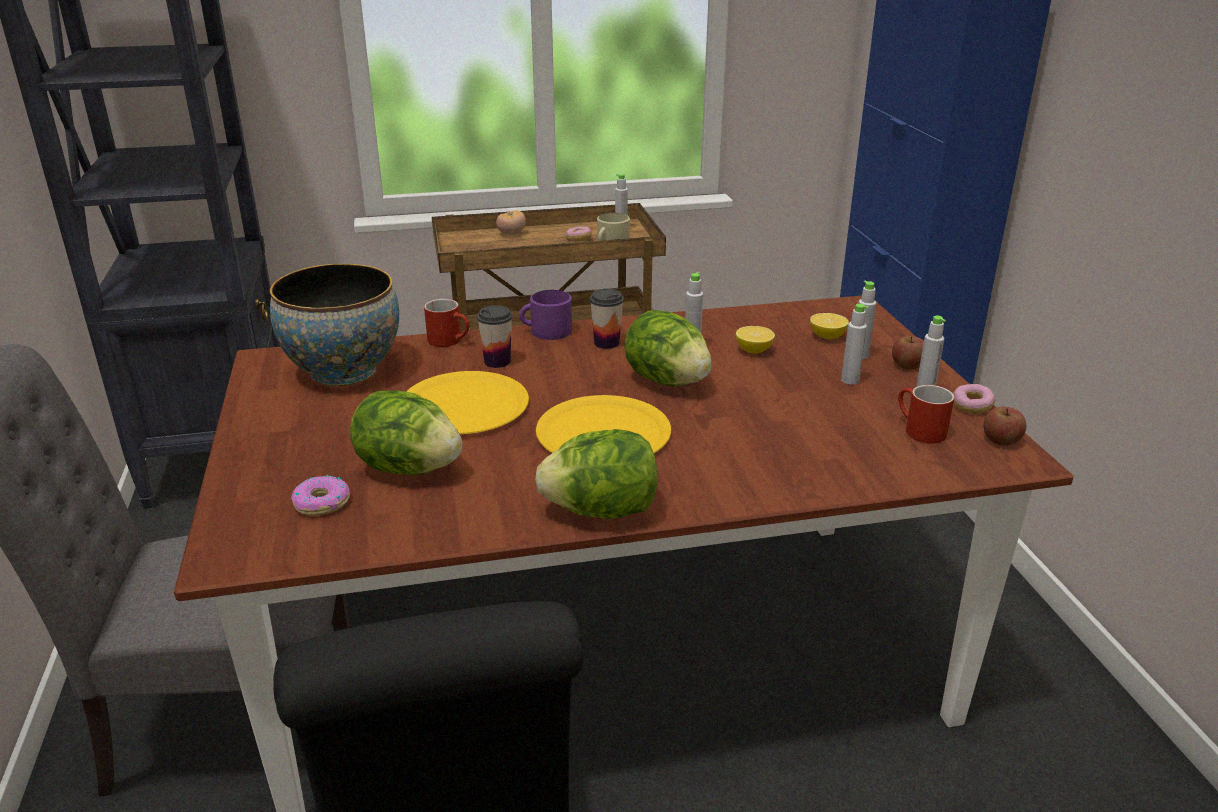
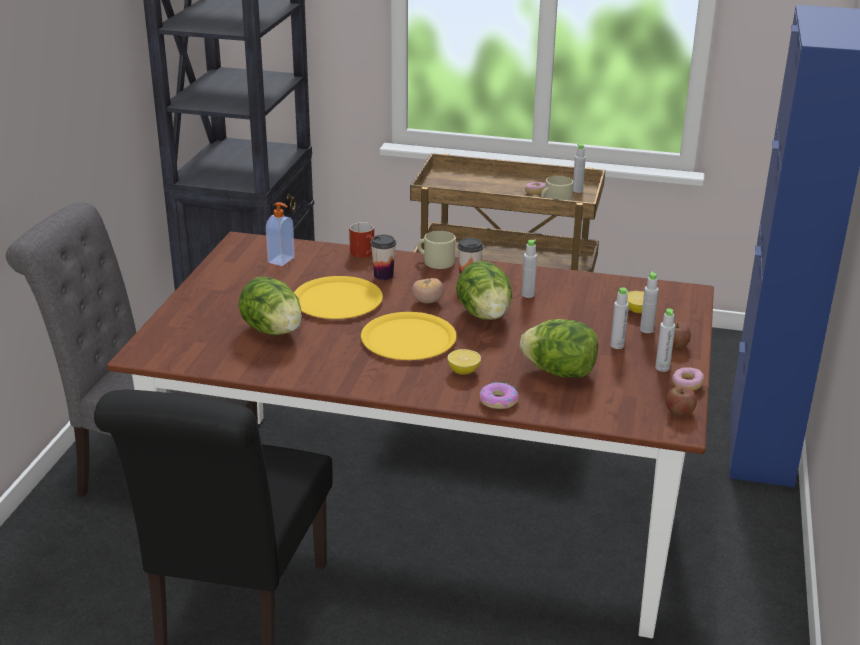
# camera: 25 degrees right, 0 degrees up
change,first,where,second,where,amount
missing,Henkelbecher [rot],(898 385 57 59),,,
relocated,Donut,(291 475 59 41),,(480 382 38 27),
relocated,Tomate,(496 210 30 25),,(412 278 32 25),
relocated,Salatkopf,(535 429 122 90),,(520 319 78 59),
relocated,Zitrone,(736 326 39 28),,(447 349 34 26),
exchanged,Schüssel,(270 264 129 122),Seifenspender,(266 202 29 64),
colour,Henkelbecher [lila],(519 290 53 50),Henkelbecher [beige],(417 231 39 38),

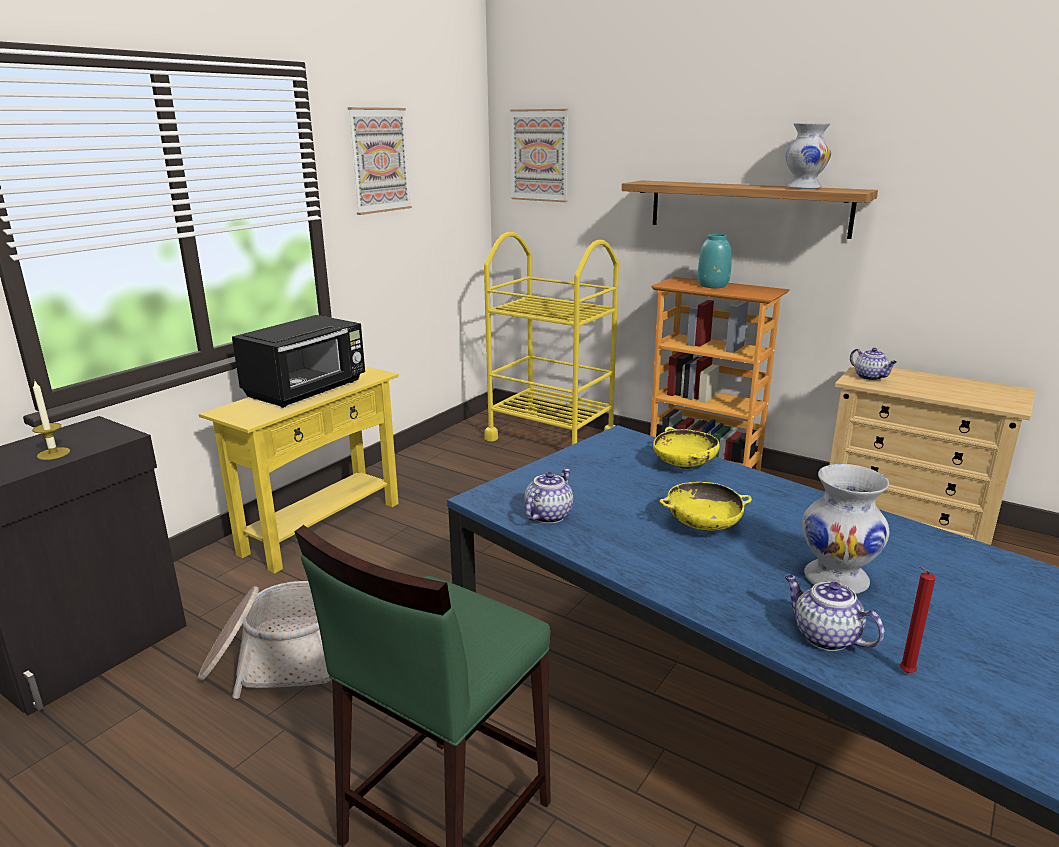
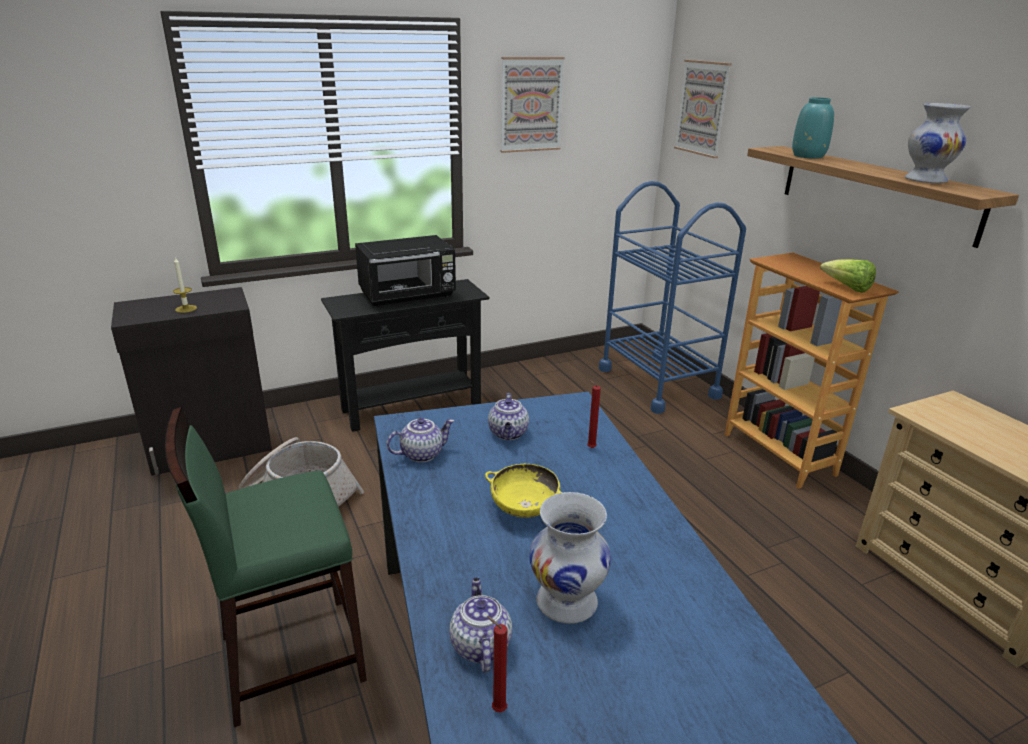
# camera: 30 degrees right, 5 degrees up
change,first,where,second,where,amount
appeared,,,Salatkopf,(820 259 56 34),
relocated,Vase [türkis],(698 234 34 54),,(792 97 42 62),
relocated,Teekanne,(850 348 47 33),,(488 393 41 47),
exchanged,Schüssel [gelb],(653 427 67 42),Kerze [rot],(587 380 14 68),
colour,Konsolentisch [gelb],(199 366 200 208),Konsolentisch [schwarz],(321 279 168 153),
colour,Rollwagen [gelb],(484 232 135 213),Rollwagen [blau],(599 181 147 233),

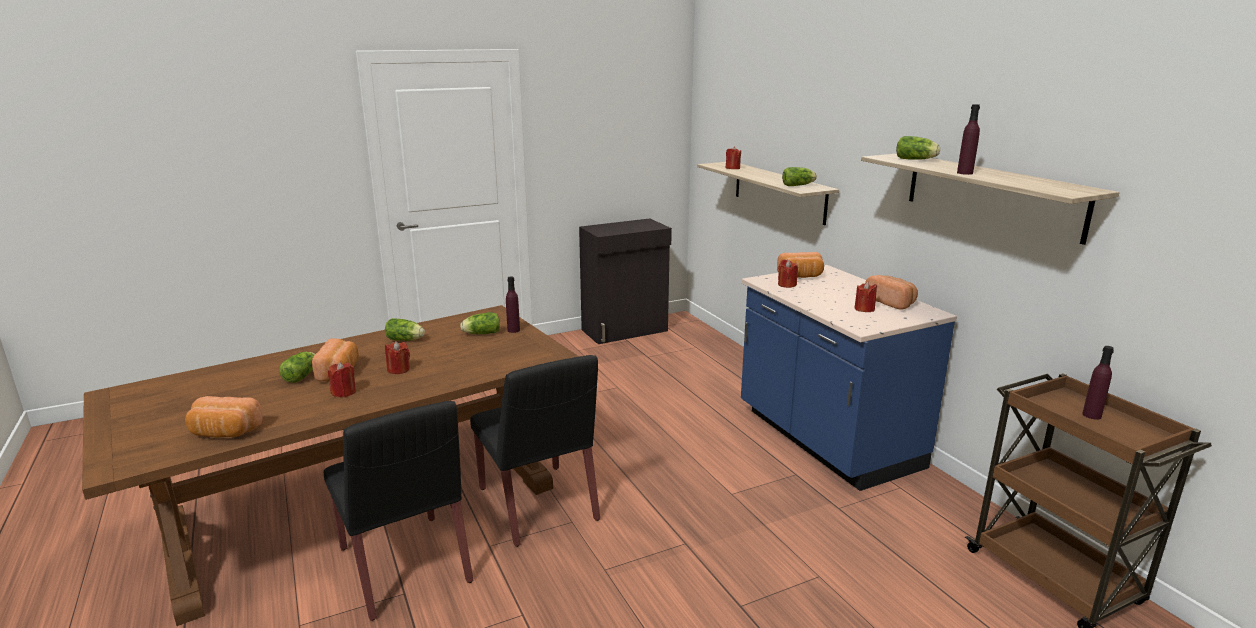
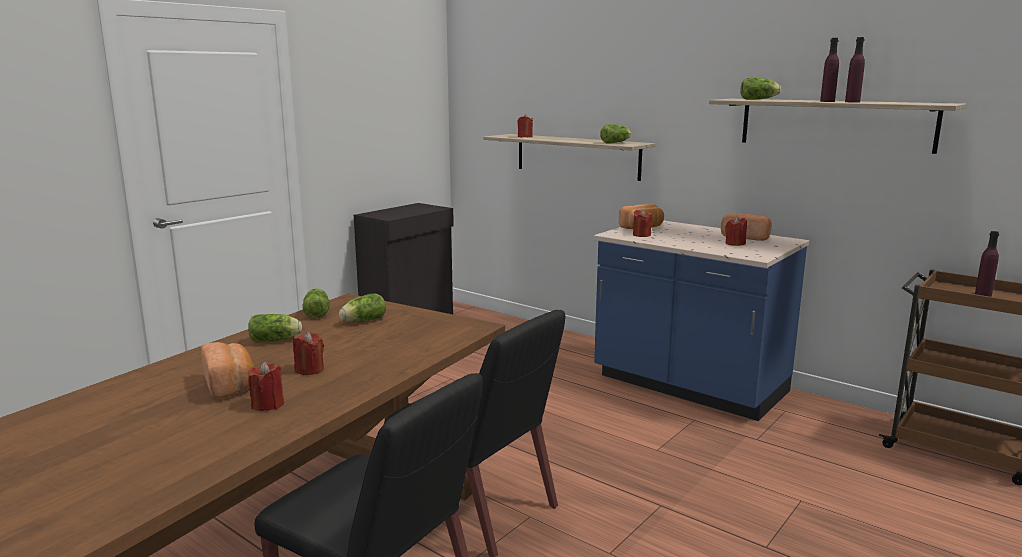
# camera: 25 degrees left, 5 degrees down
change,first,where,second,where,amount
missing,Brot,(185 396 78 42),,,
relocated,Salatkopf,(279 352 36 31),,(302 288 28 31),
relocated,Flasche [lila],(506 276 14 57),,(845 37 20 65),

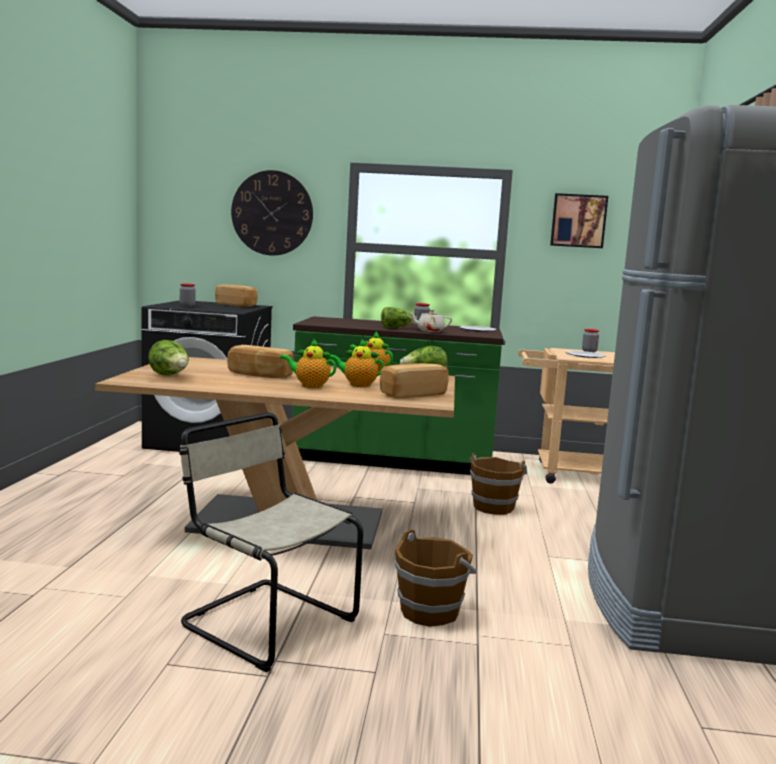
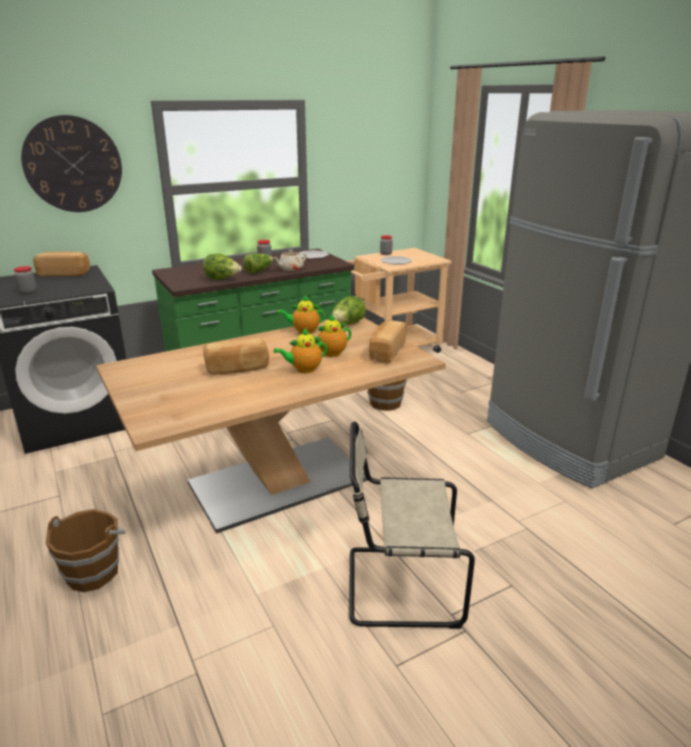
# camera: 35 degrees left, 15 degrees up
change,first,where,second,where,amount
missing,Bild,(550 193 58 55),,,
relocated,Salatkopf,(148 340 41 35),,(203 253 39 27),
relocated,Eimer [braun],(395 530 82 97),,(46 509 80 83),

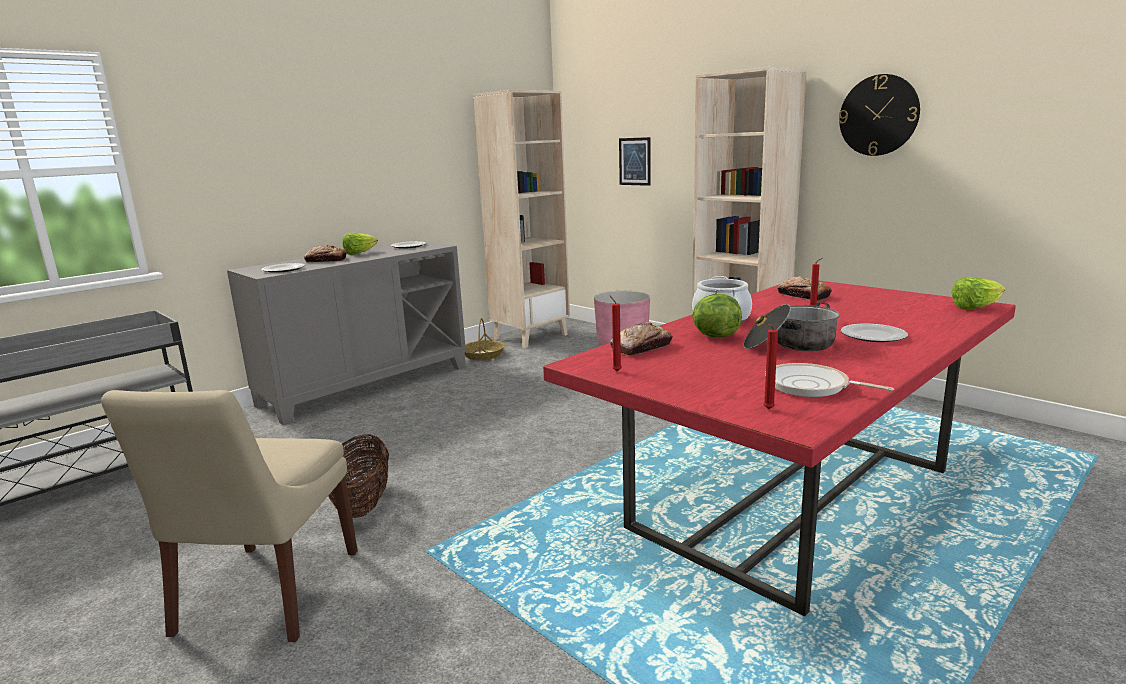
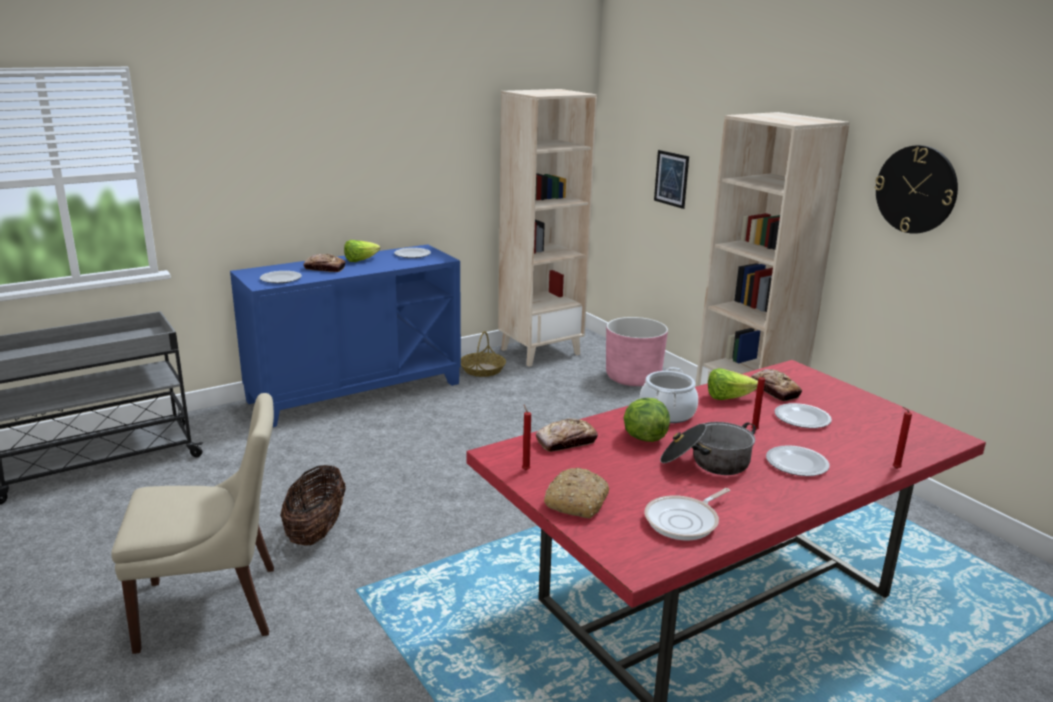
# camera: 10 degrees right, 5 degrees up
change,first,where,second,where,amount
appeared,,,Brot,(544 468 65 51),
appeared,,,Teller,(775 403 57 25),
relocated,Kerze [rot],(763 323 15 86),,(893 407 19 62),
relocated,Salatkopf,(951 277 54 32),,(708 368 50 32),
colour,Schrank [grau],(227 240 239 185),Schrank [blau],(230 244 231 183),
spun,Stuhl [beige],(101 390 257 252),,(111 393 163 261),120 degrees counterclockwise
spun,Pfanne,(765 363 129 34),,(644 488 86 52),90 degrees counterclockwise

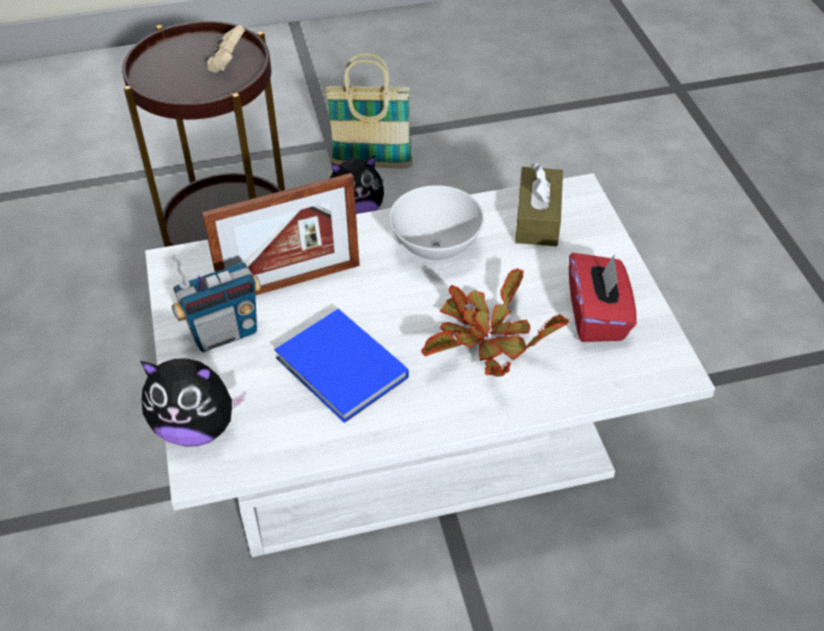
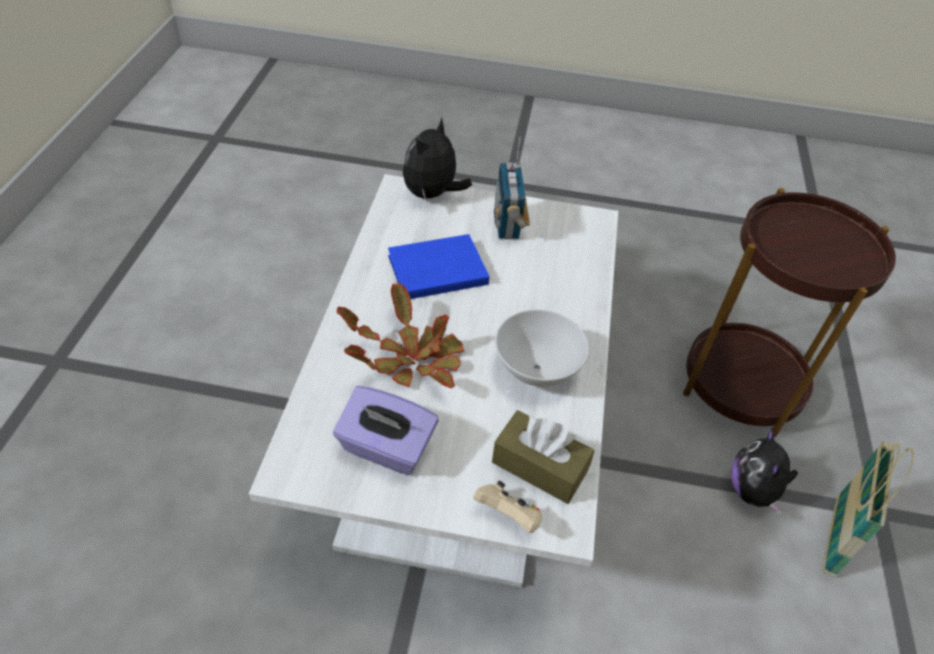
# camera: 110 degrees right, 0 degrees up
change,first,where,second,where,amount
missing,Bilderrahmen,(202 173 158 122),,,
relocated,Gamepad [beige],(205 25 40 48),,(474 481 68 52),
colour,Taschentuchbox [rot],(569 253 68 89),Taschentuchbox [lila],(333 386 105 89),

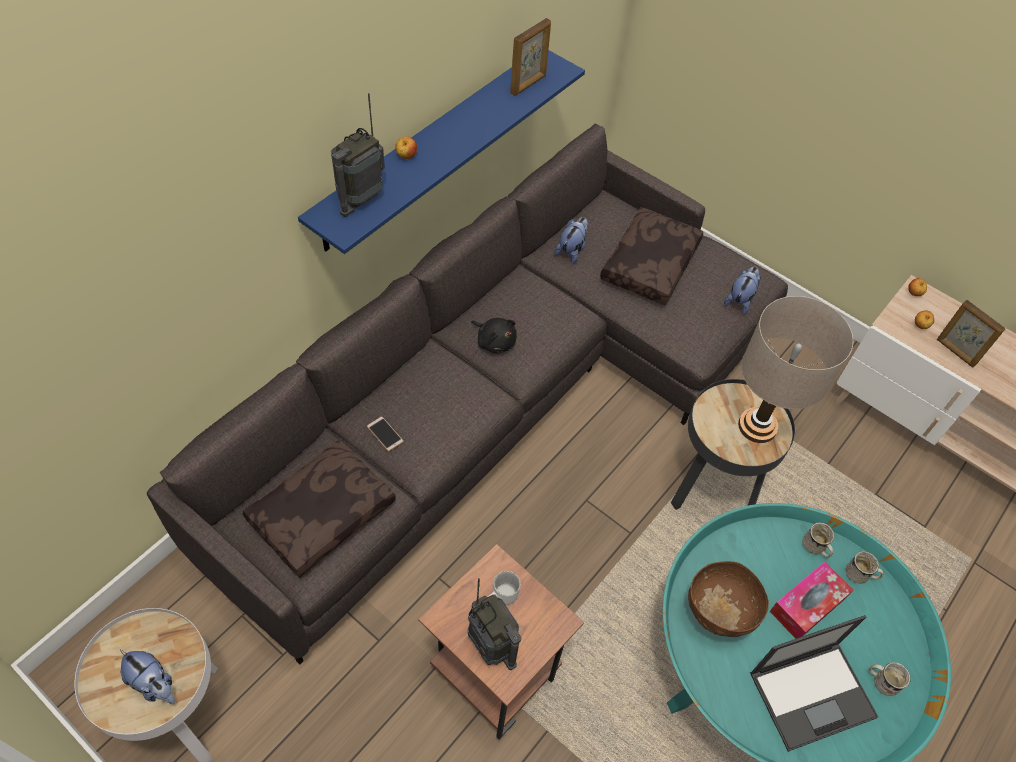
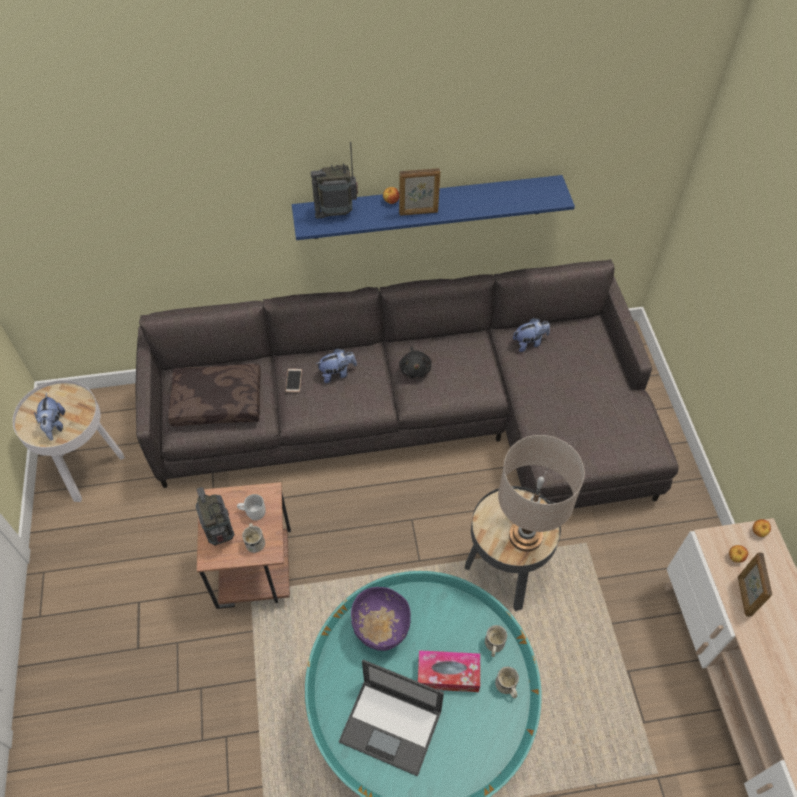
# camera: 45 degrees right, 0 degrees up
change,first,where,second,where,amount
missing,Kissen [braun],(600 207 103 98),,,
relocated,Bilderrahmen,(510 18 41 78),,(399 168 41 48),
relocated,Plüschtier,(724 267 37 48),,(316 348 41 35),
relocated,Henkelbecher [weiß],(869 662 42 34),,(242 523 23 30),
colour,Schüssel [braun],(688 561 81 76),Schüssel [lila],(351 587 60 64),
spun,Radio,(468 578 53 92),,(196 487 38 59),150 degrees clockwise

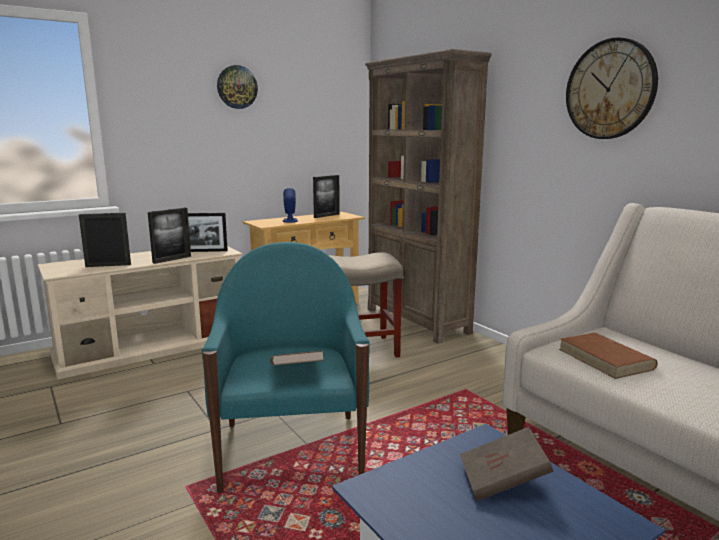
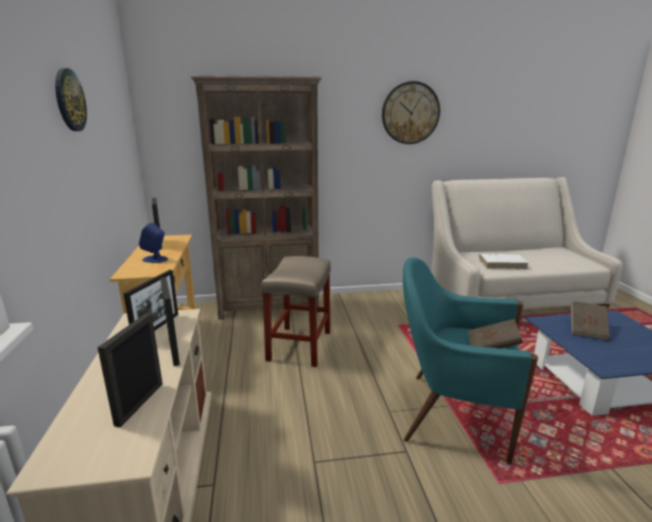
# camera: 65 degrees left, 5 degrees up
change,first,where,second,where,amount
colour,Buch [braun],(559 333 99 46),Buch [weiß],(479 254 49 15),

